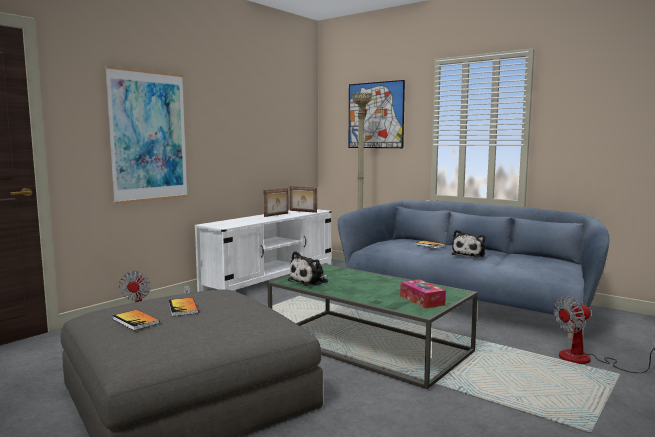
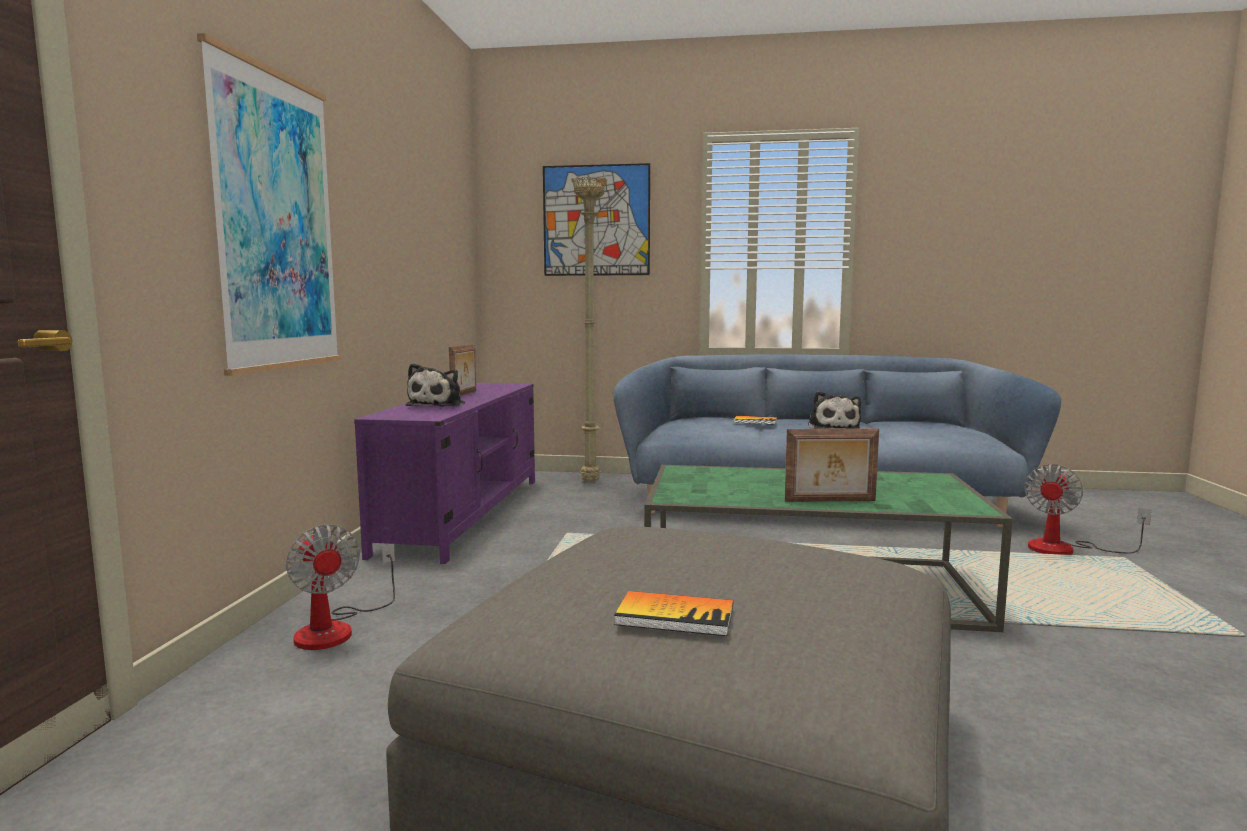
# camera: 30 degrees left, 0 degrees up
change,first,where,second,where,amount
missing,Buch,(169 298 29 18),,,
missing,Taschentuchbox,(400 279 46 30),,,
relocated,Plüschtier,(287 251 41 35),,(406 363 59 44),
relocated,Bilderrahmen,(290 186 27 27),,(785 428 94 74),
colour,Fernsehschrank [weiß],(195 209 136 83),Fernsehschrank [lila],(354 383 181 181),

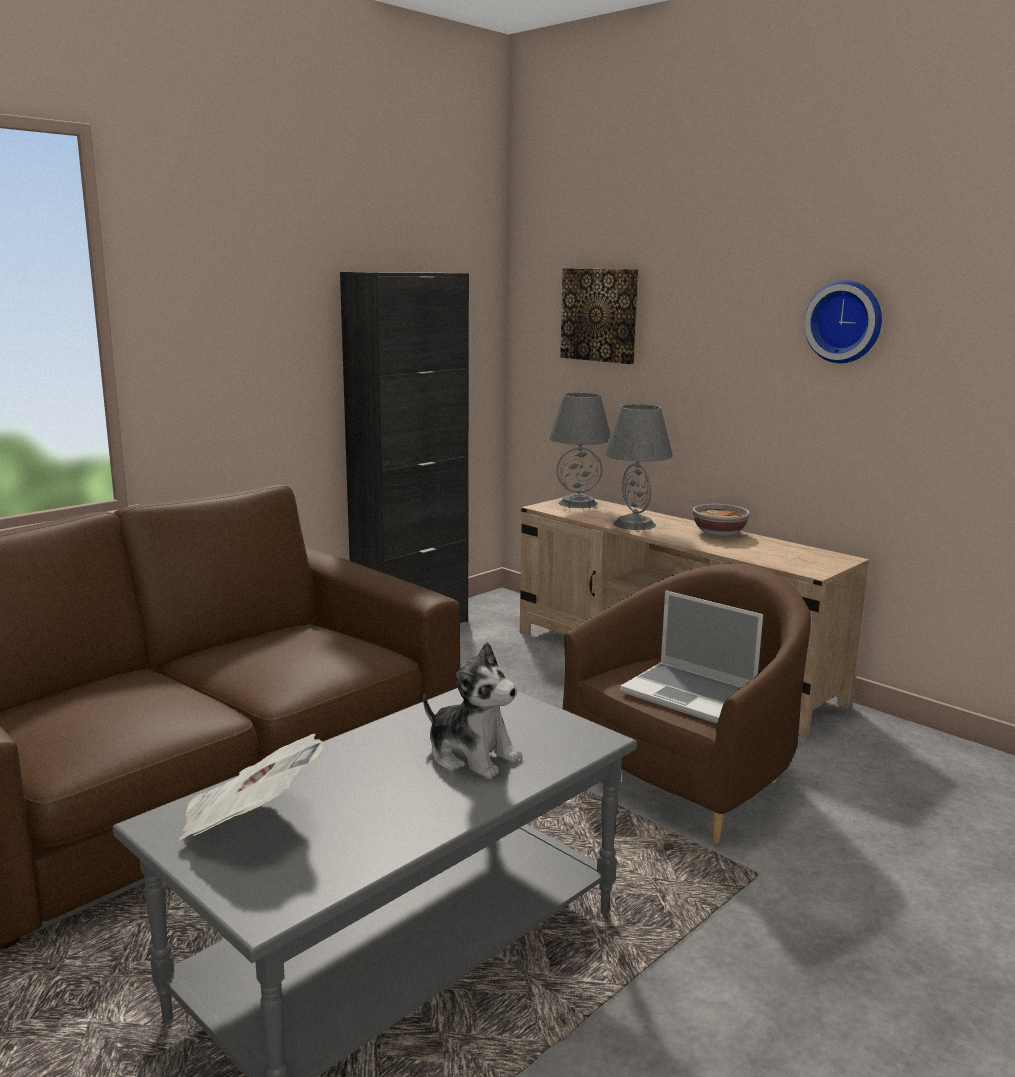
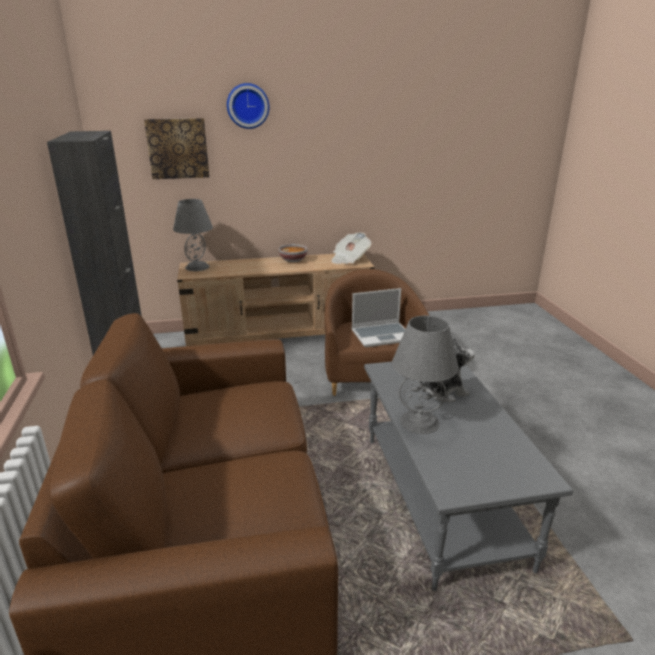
# camera: 55 degrees left, 10 degrees up
change,first,where,second,where,amount
relocated,Zeitung,(179 733 144 107),,(331 232 40 32),
relocated,Tischlampe [grau],(604 404 69 126),,(392 316 67 118),
relocated,Wanduhr,(804 280 78 83),,(227 83 42 46),

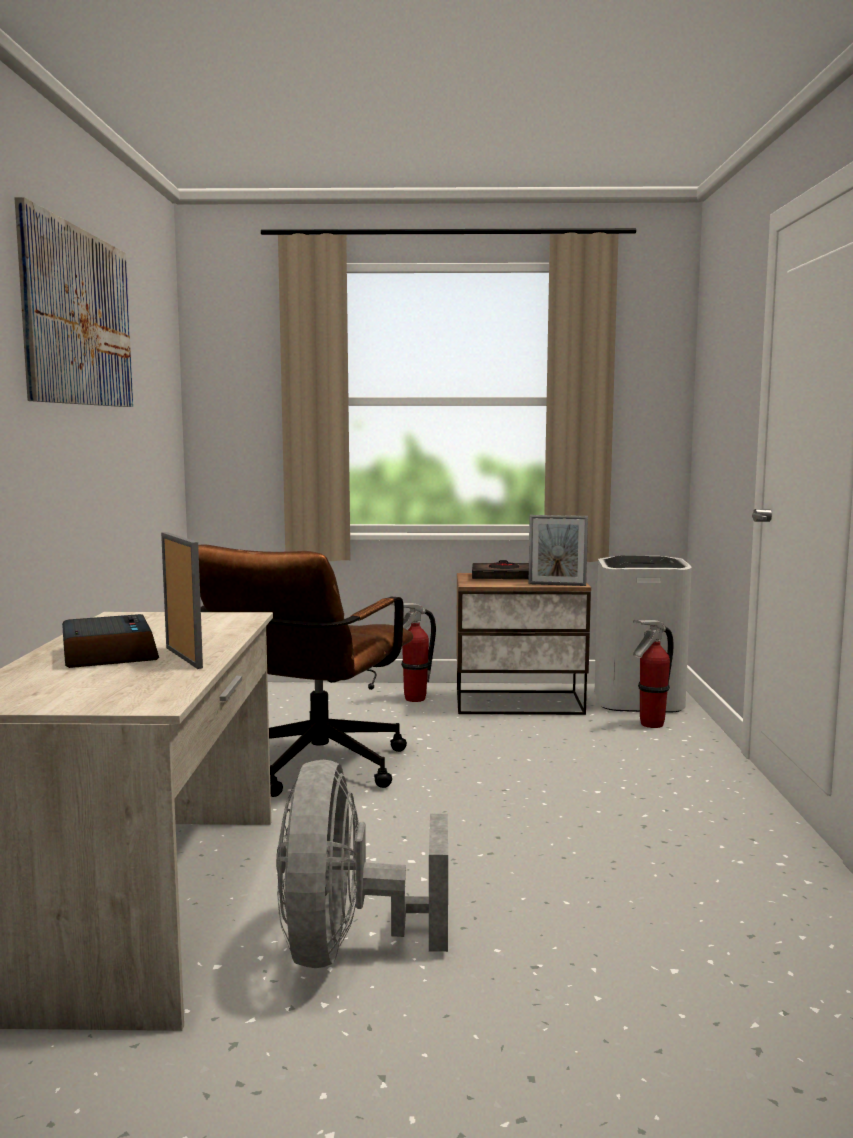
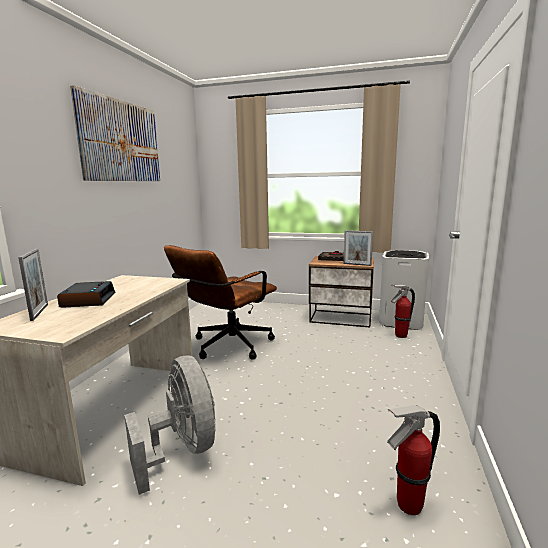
# camera: 15 degrees right, 5 degrees up
change,first,where,second,where,amount
relocated,Bilderrahmen,(161 532 42 137),,(18 248 30 73),
relocated,Feuerlöscher,(391 603 45 99),,(387 405 53 110),
spun,Ventilator [grau],(276 760 172 208),,(124 356 92 139),135 degrees clockwise

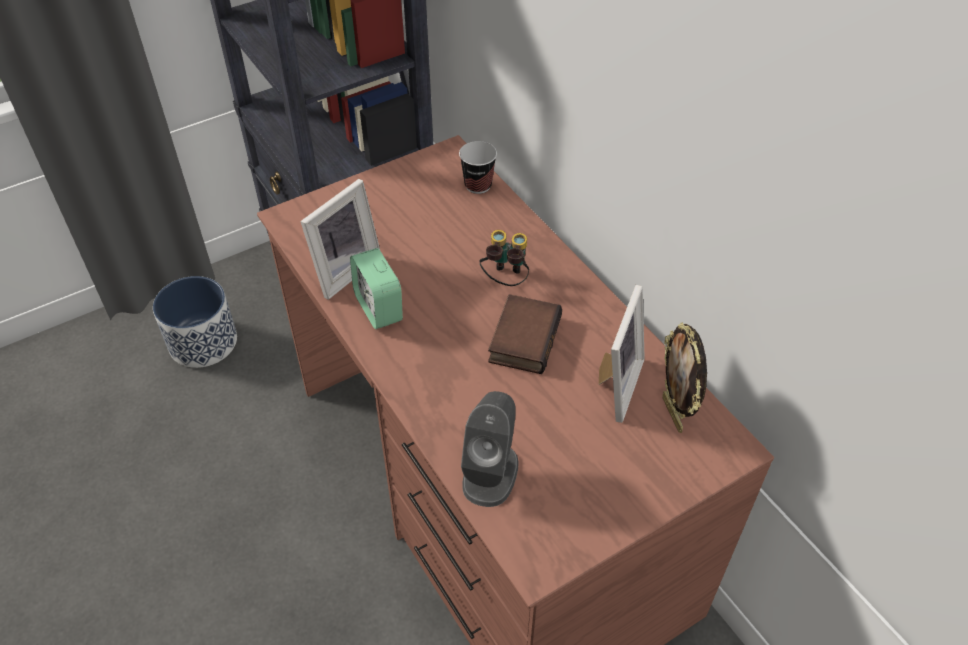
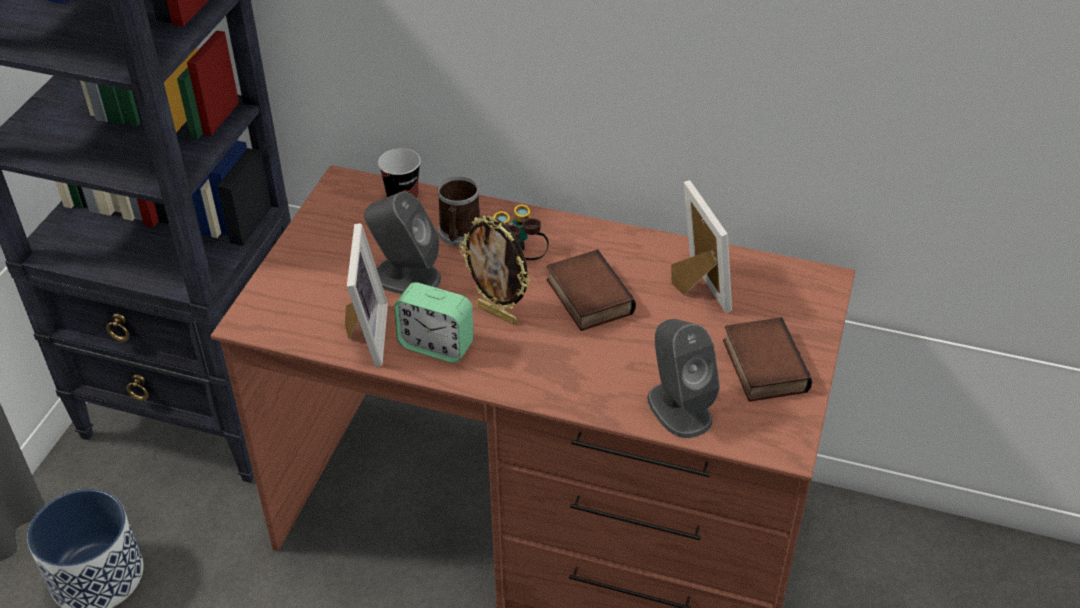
# camera: 40 degrees left, 5 degrees down
change,first,where,second,where,amount
appeared,,,Lautsprecher [grau],(364 192 77 102),
appeared,,,Henkelbecher,(437 176 43 70),
appeared,,,Buch,(723 317 89 85),
relocated,Bilderrahmen,(662 322 45 111),,(459 216 71 109),

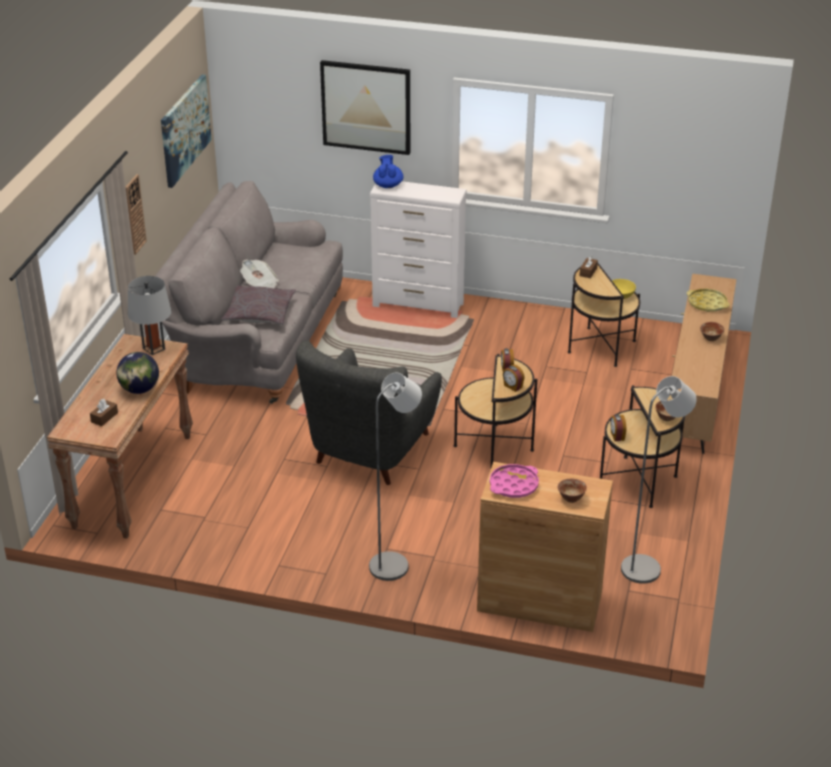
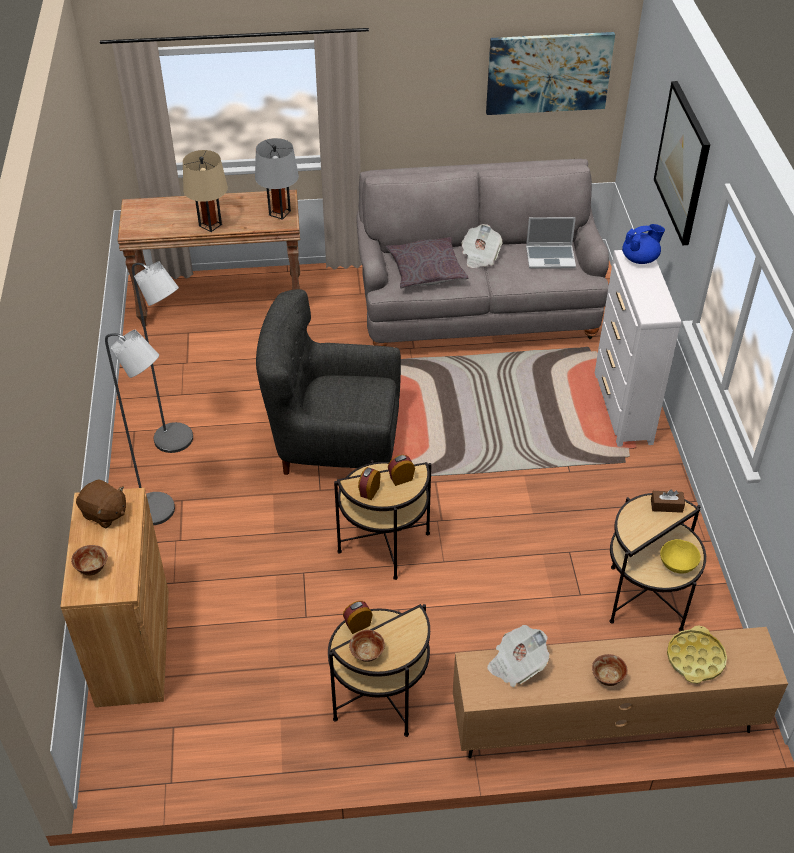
# camera: 70 degrees right, 10 degrees up
change,first,where,second,where,amount
missing,Taschentuchbox [braun],(90 399 28 27),,,
missing,Wanduhr,(125 174 22 81),,,
appeared,,,Zeitung,(487 625 62 62),
appeared,,,Laptop,(526 217 50 52),
relocated,Stehlampe [grau],(621 376 76 208),,(132 261 61 192),
exchanged,Globus,(116 352 43 42),Tischlampe [beige],(183 150 45 82),
exchanged,Tablett [rosa],(490 464 49 34),Plüschtier [braun],(76 479 50 49),

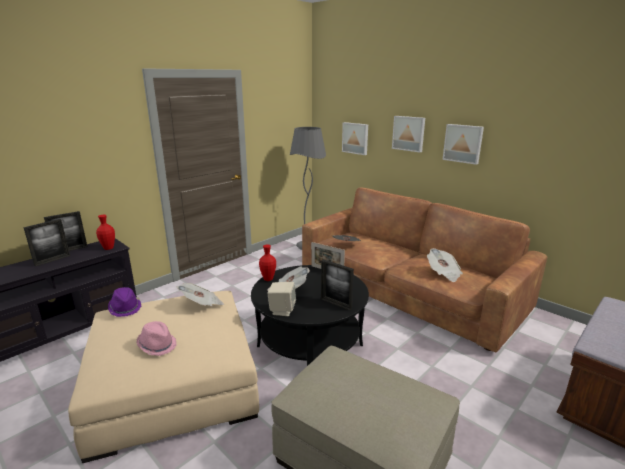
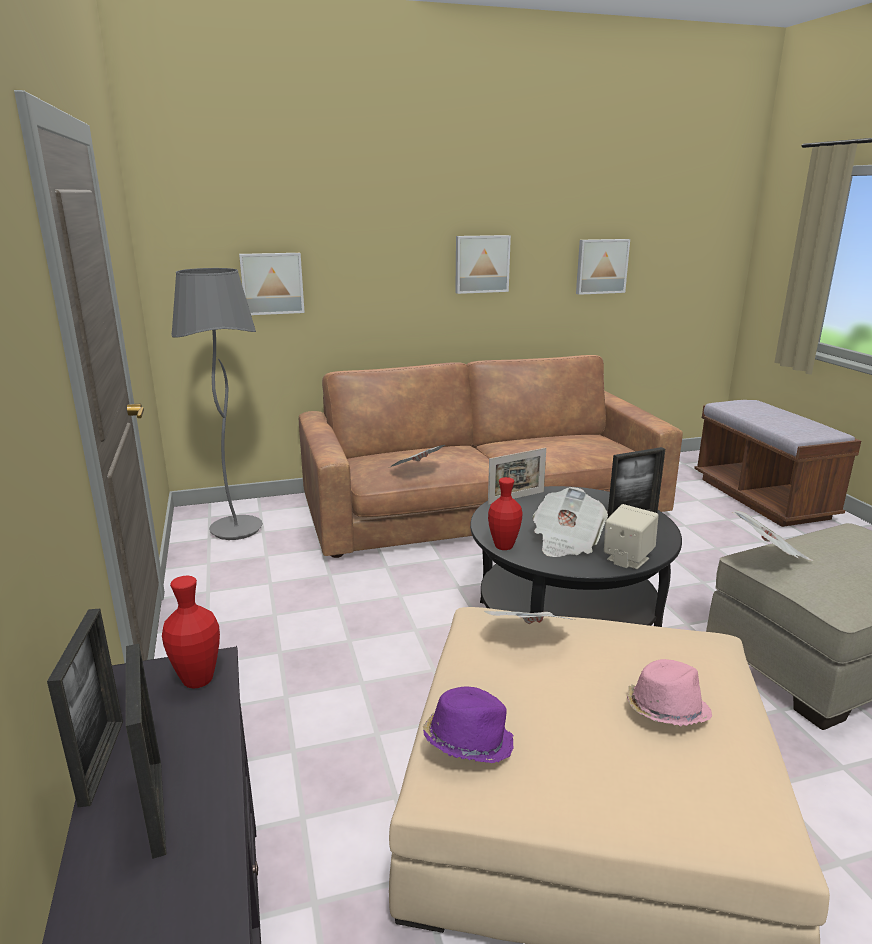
# camera: 60 degrees left, 0 degrees up
change,first,where,second,where,amount
relocated,Bild,(392 116 33 36),,(576 239 54 56),
relocated,Zeitung,(427 248 36 34),,(732 510 81 51),

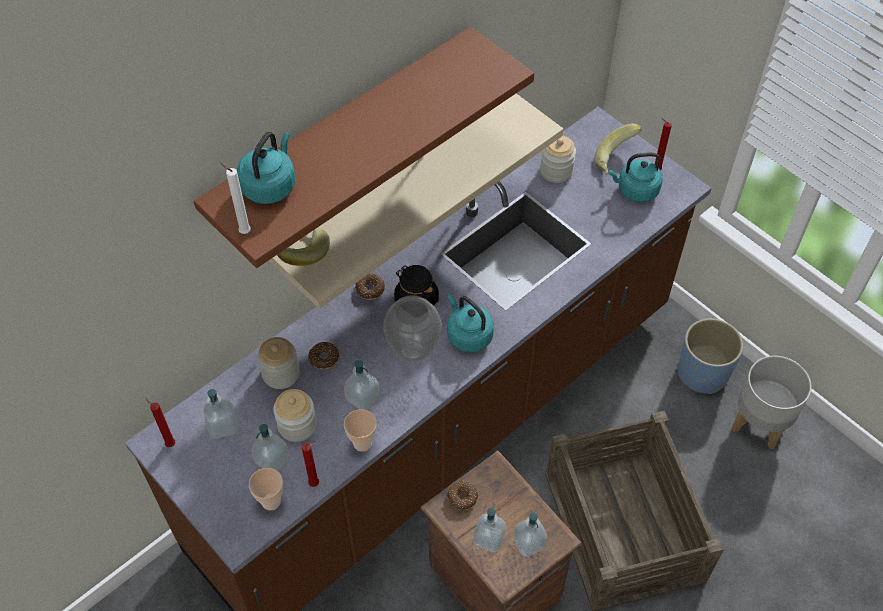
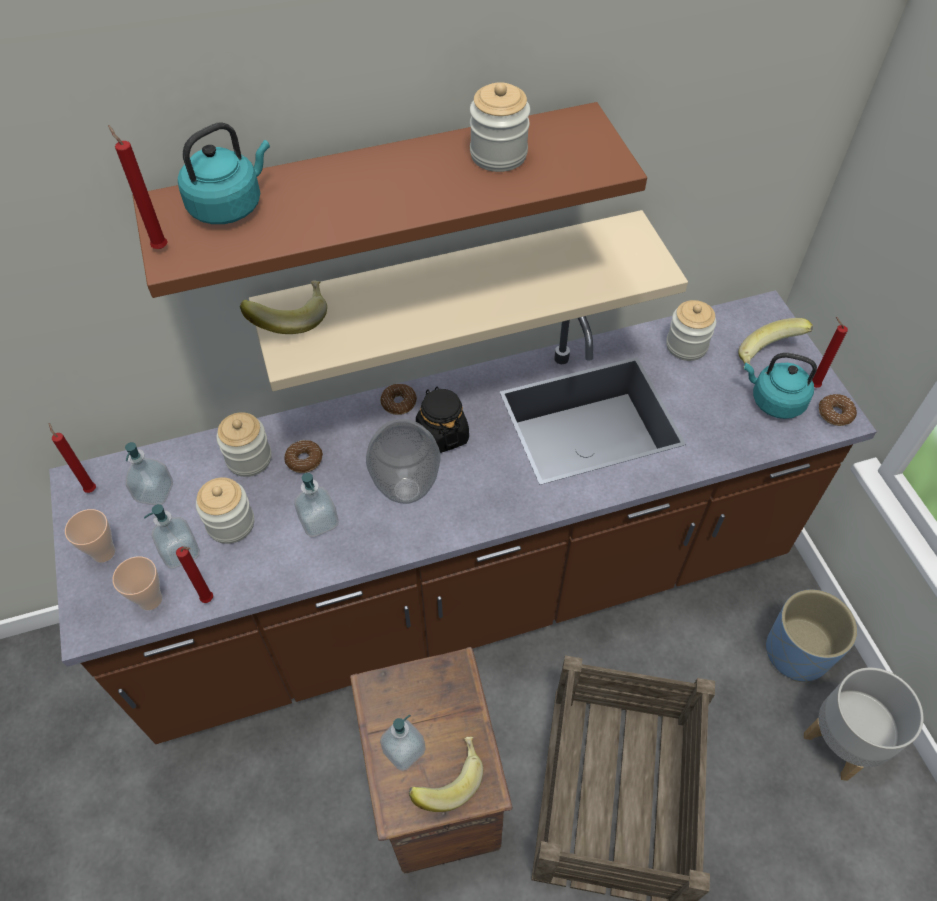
# camera: 25 degrees right, 0 degrees up
change,first,where,second,where,amount
missing,Wasserkessel [türkis],(447 294 47 58),,,
appeared,,,Vorratsglas,(470 82 60 90),
relocated,Tasse,(344 409 33 43),,(65 509 50 54),
relocated,Donut,(447 481 31 29),,(819 394 38 32),
exchanged,Seifenspender,(513 513 34 44),Banane,(409 736 74 76),
colour,Kerze [weiß],(219 162 32 72),Kerze [rot],(108 125 59 124),

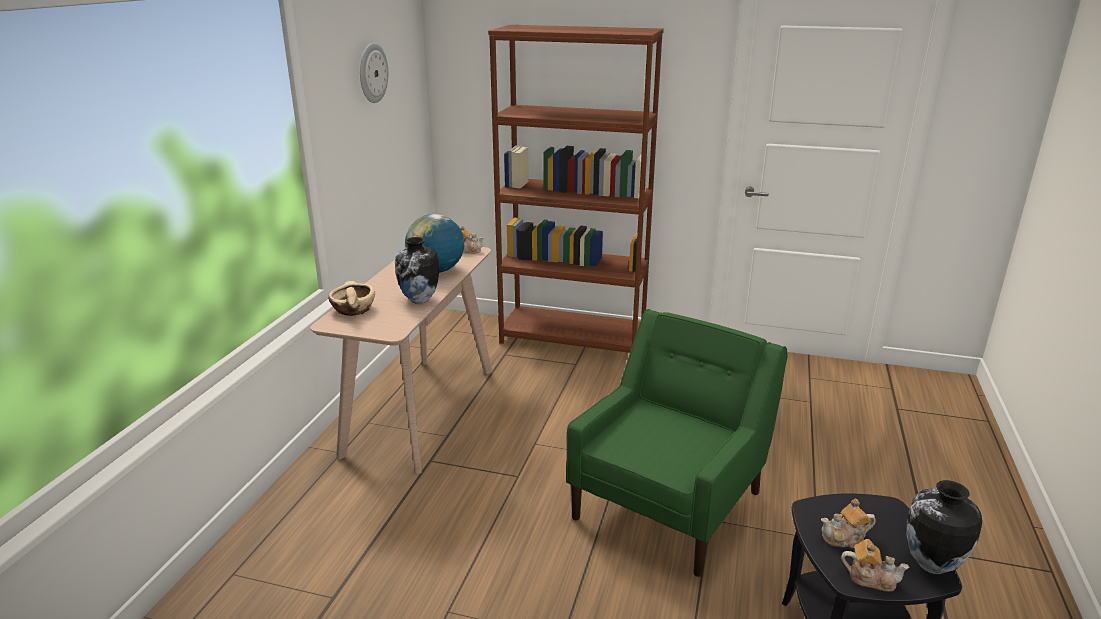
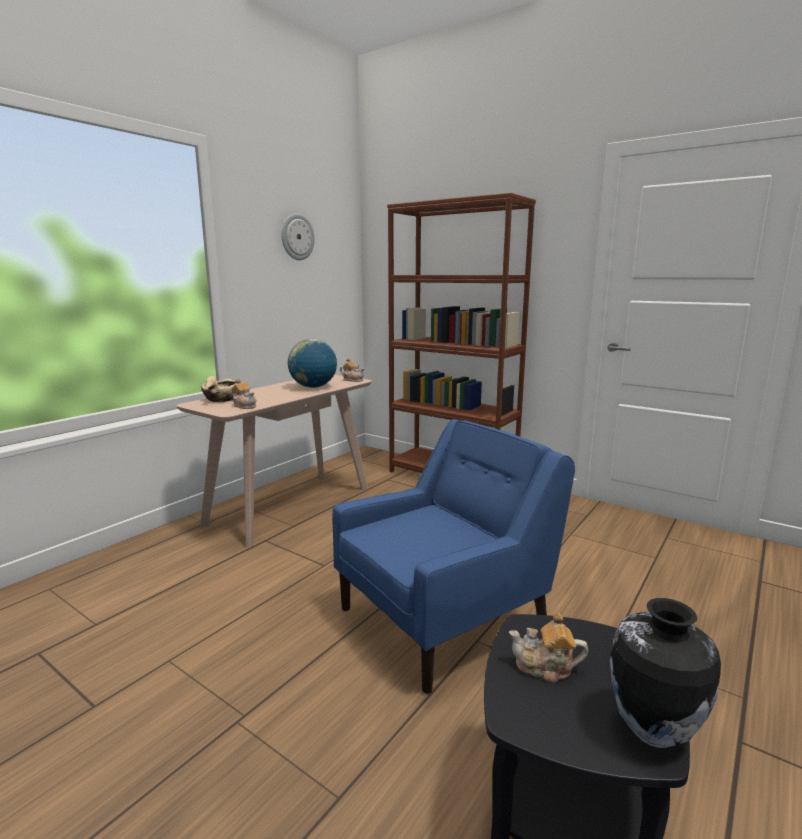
# camera: 20 degrees right, 10 degrees down
change,first,where,second,where,amount
missing,Vase,(395 237 44 67),,,
relocated,Teekanne,(841 539 68 53),,(231 378 25 31),
colour,Sessel [grün],(566 309 222 268),Sessel [blau],(332 419 243 275),

